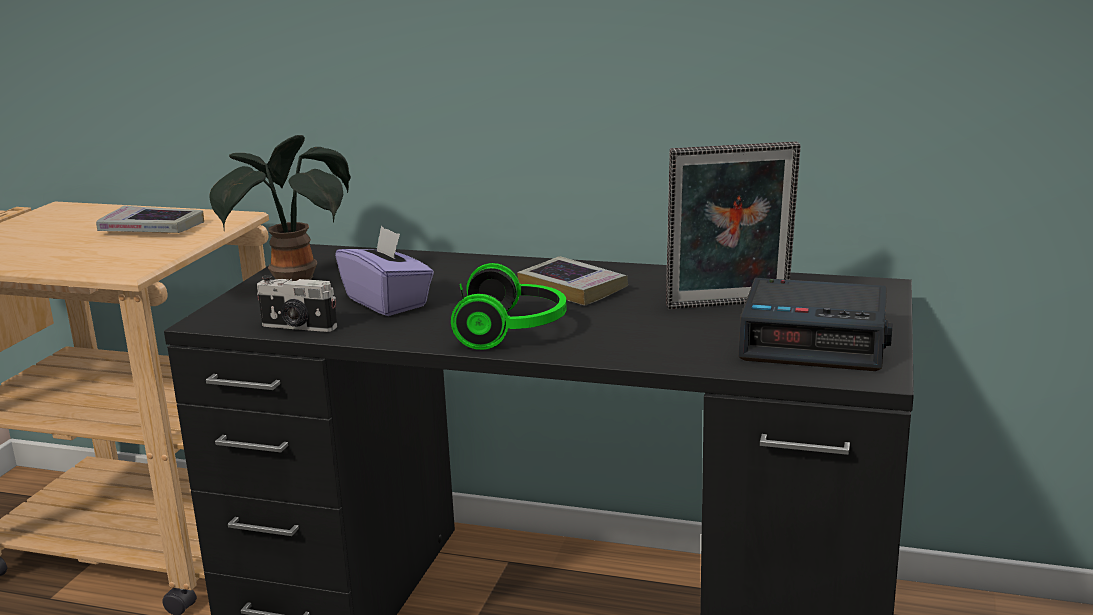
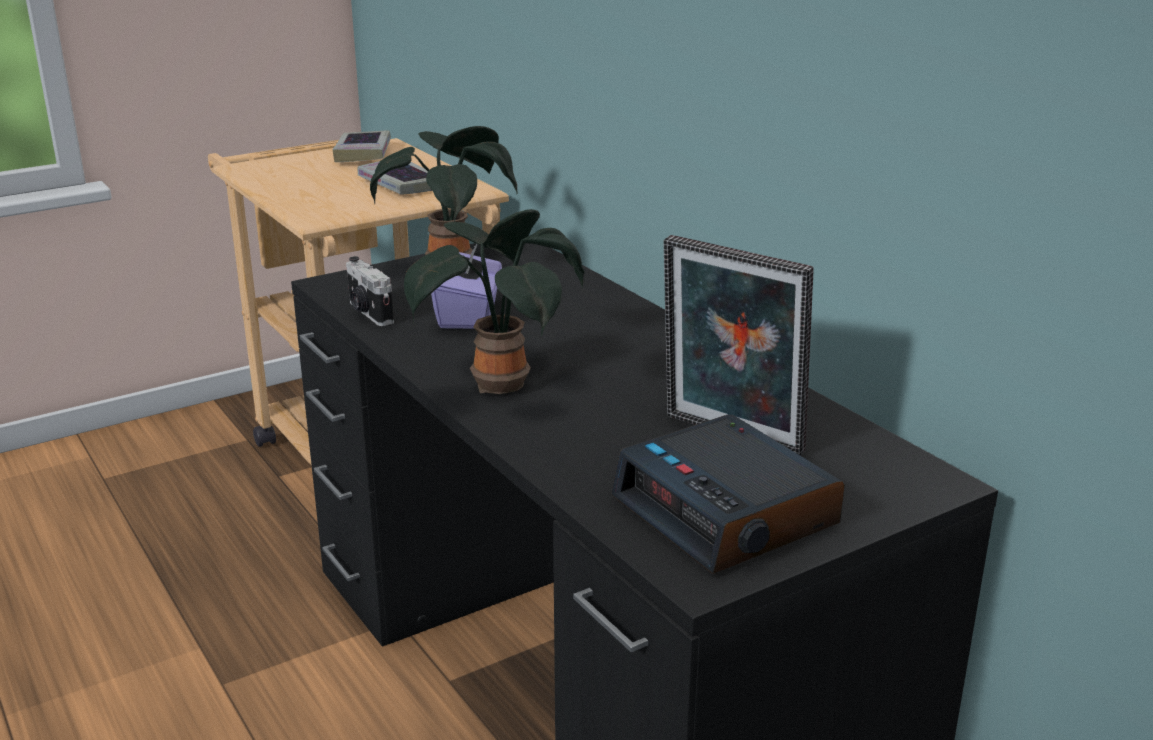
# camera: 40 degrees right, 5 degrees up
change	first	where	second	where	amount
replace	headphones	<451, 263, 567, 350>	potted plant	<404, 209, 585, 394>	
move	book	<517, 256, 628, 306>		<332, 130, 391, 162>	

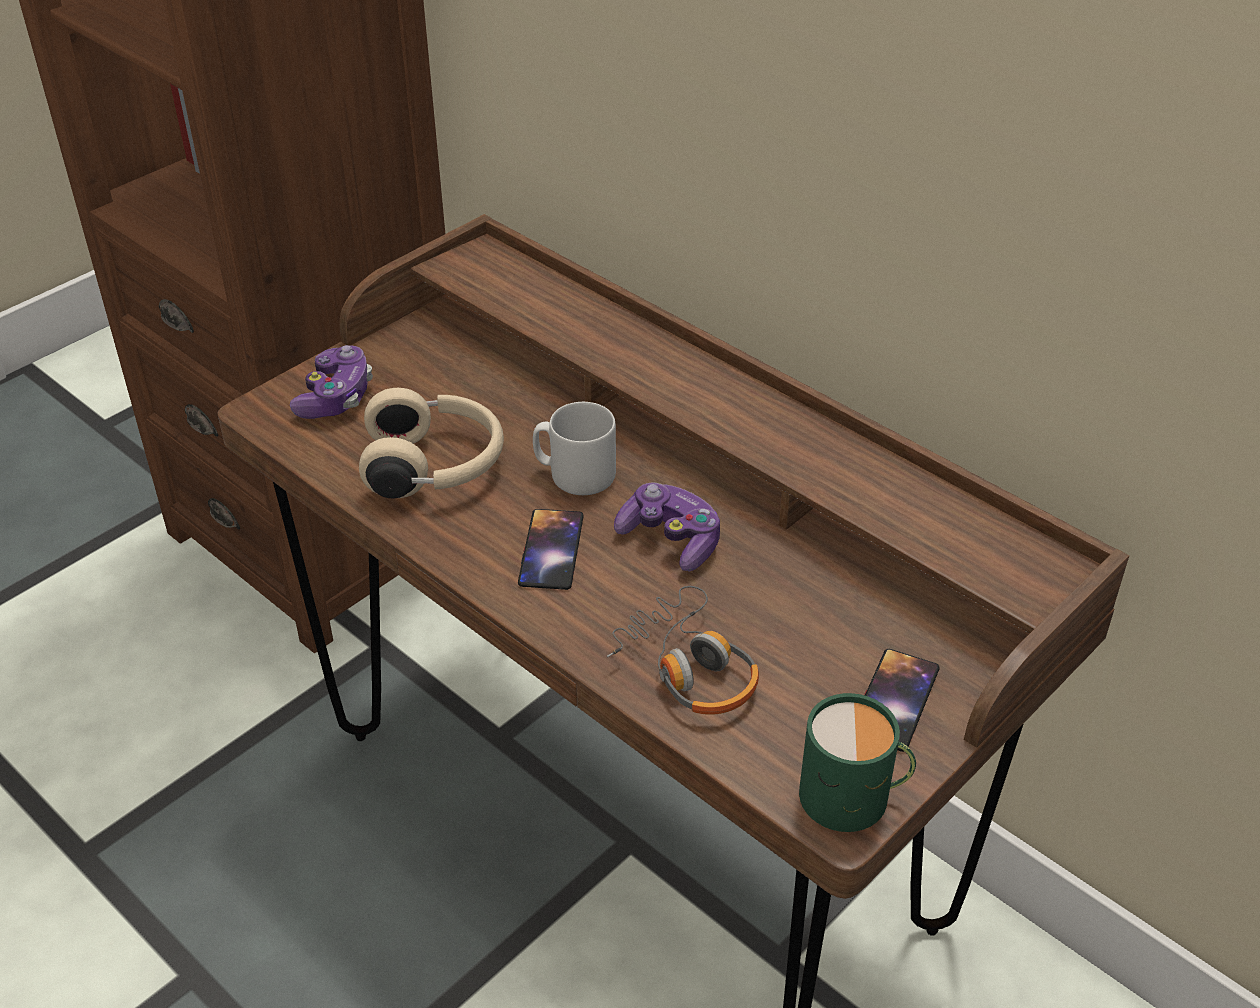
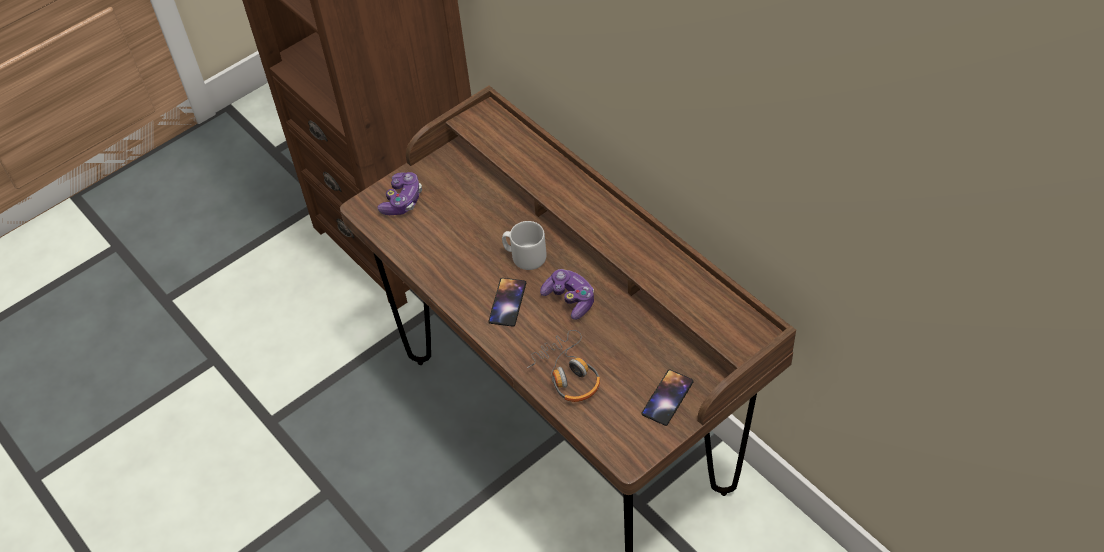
# camera: 10 degrees right, 10 degrees up
change	first	where	second	where	amount
delete	beige headphones	<359, 388, 504, 499>			
delete	green mug	<799, 693, 916, 832>			

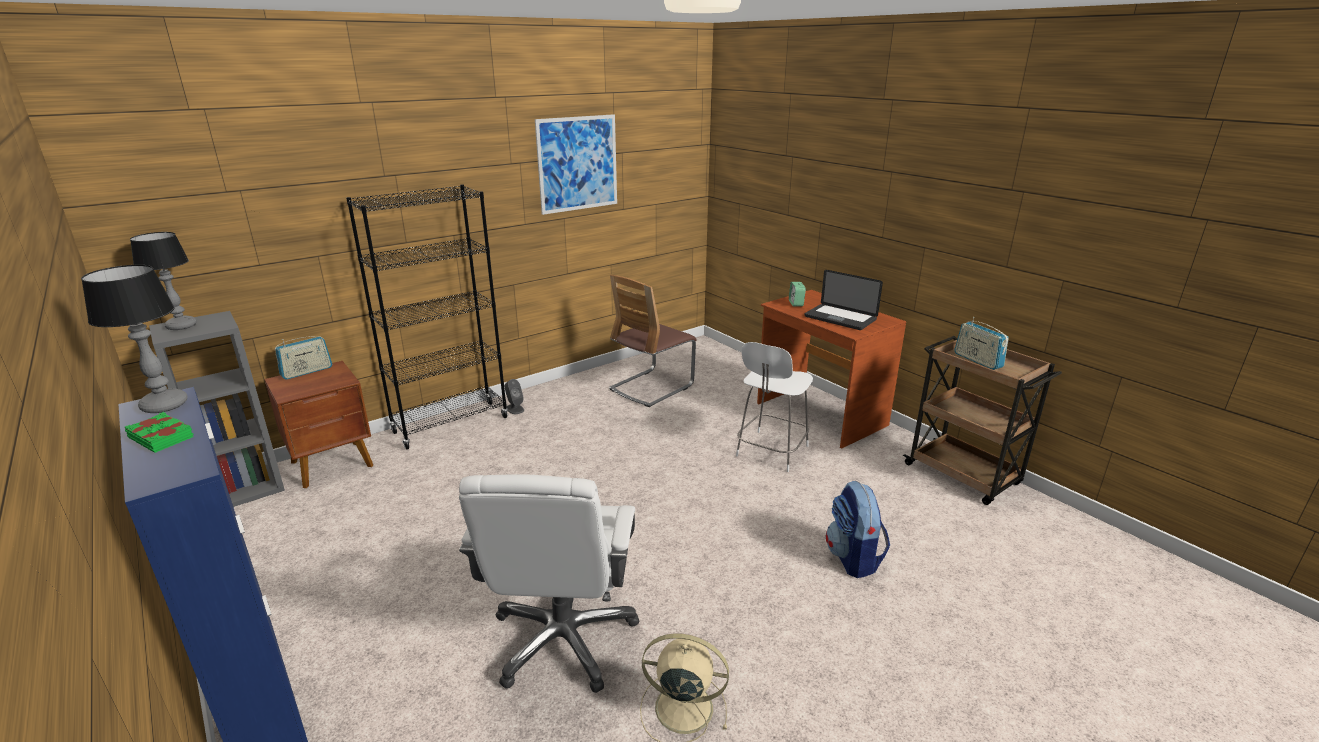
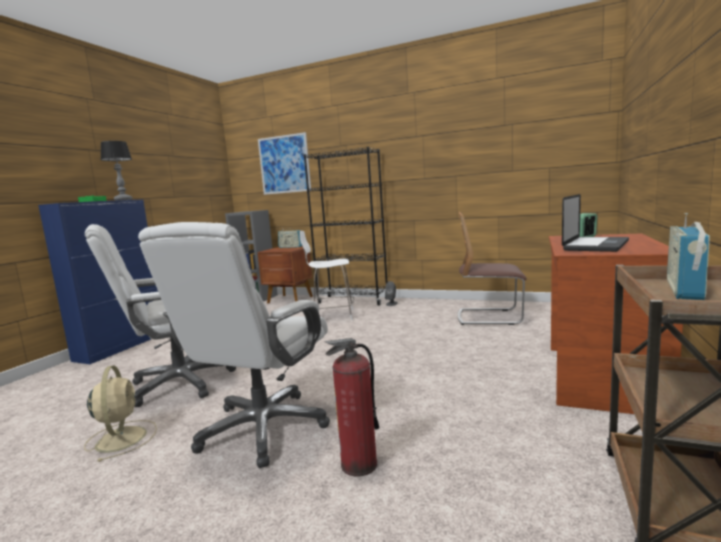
# camera: 60 degrees right, 15 degrees down
change	first	where	second	where	amount
delete	table lamp	<130, 232, 197, 330>			
move	picture	<535, 114, 617, 215>		<258, 132, 311, 195>	
move	white stool	<736, 342, 813, 472>		<300, 231, 354, 320>	
rotate	laptop	<804, 270, 883, 330>		<562, 194, 629, 252>	150 degrees counterclockwise
replace	backpack	<826, 481, 890, 578>	fire extinguisher	<324, 338, 379, 477>	
insert			white office chair	<138, 222, 330, 468>	

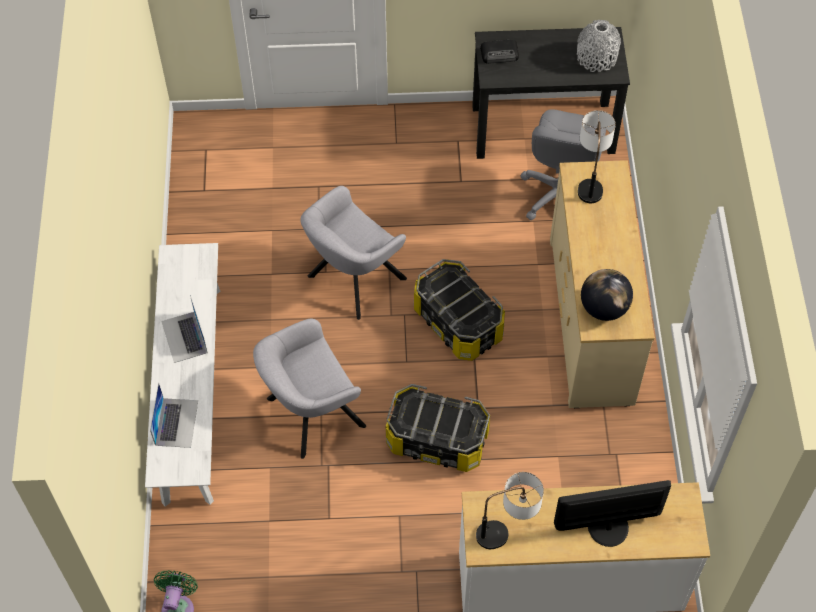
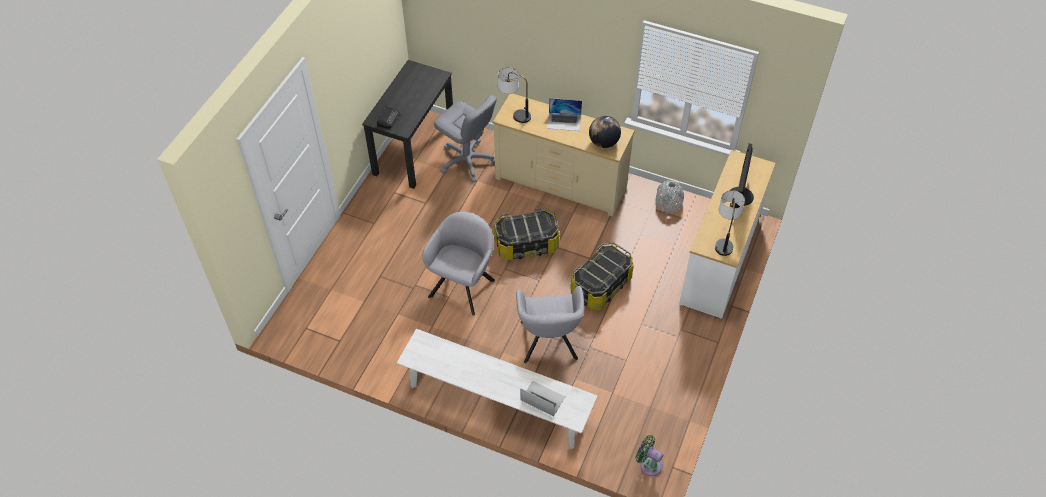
# camera: 65 degrees left, 5 degrees down
change	first	where	second	where	amount
move	laptop	<161, 295, 208, 363>		<547, 98, 582, 131>	
rotate	grey armchair	<300, 186, 407, 320>		<422, 212, 495, 316>	135 degrees counterclockwise
move	grey vase	<577, 20, 621, 72>		<656, 180, 684, 214>	

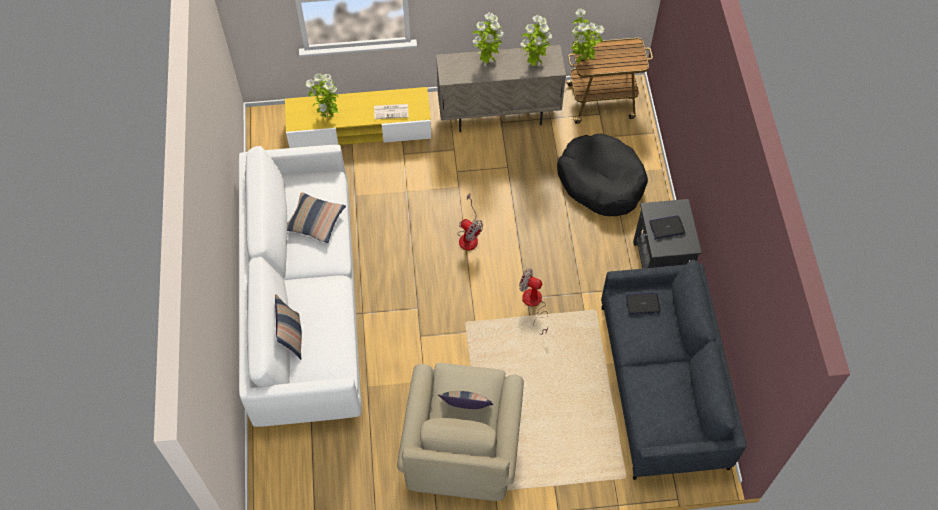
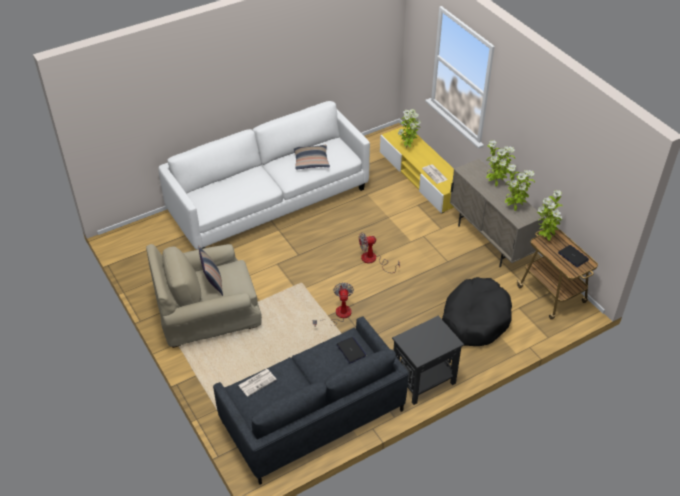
# camera: 65 degrees right, 15 degrees down
change	first	where	second	where	amount
delete	pillow	<275, 295, 302, 360>			
rotate	fan	<457, 194, 483, 250>		<359, 233, 400, 273>	60 degrees clockwise
move	laptop	<649, 215, 685, 239>		<558, 245, 589, 267>	
insert			newspaper	<238, 369, 277, 397>	

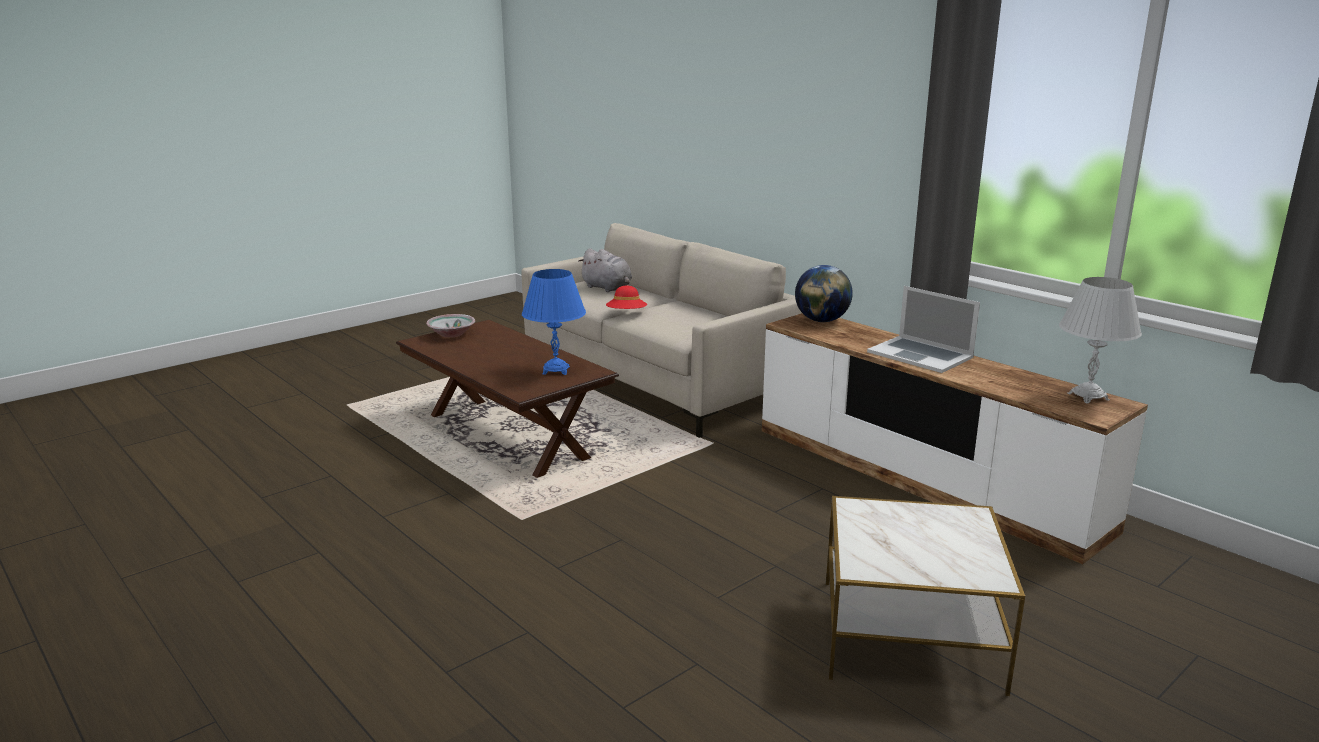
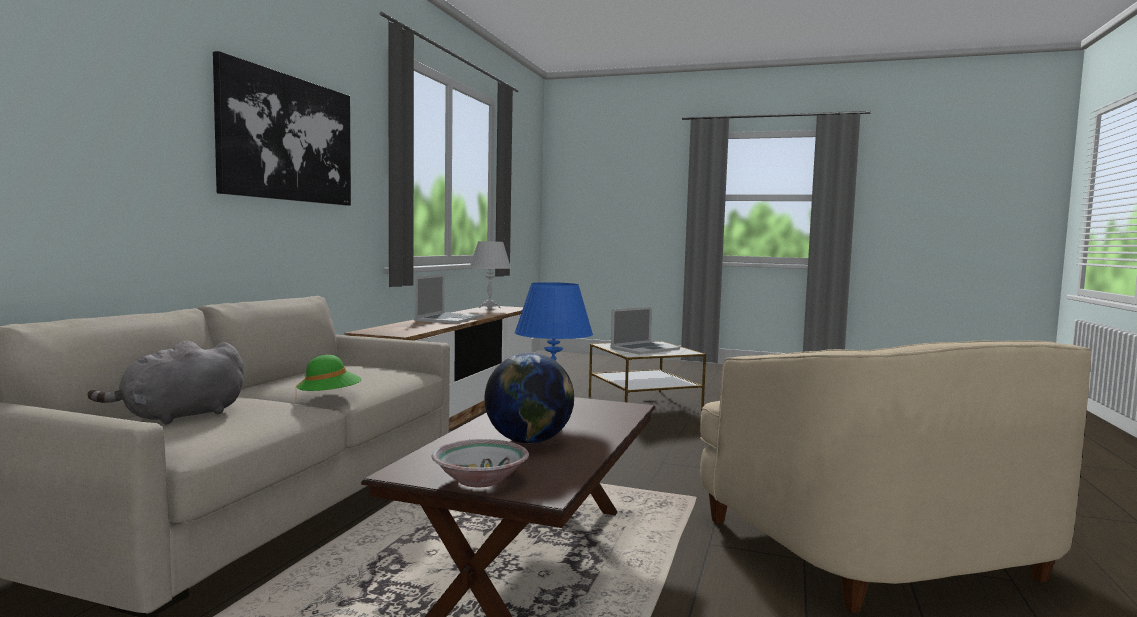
# camera: 120 degrees left, 15 degrees down
change	first	where	second	where	amount
rotate	grey plush toy	<578, 248, 632, 292>		<88, 341, 244, 424>	150 degrees counterclockwise
recolor	red hat	<606, 285, 647, 309>	green hat	<296, 355, 362, 391>	
move	globe	<795, 265, 853, 322>		<485, 353, 574, 444>	
insert			picture	<213, 51, 351, 206>	
insert			laptop	<611, 307, 680, 354>	
insert			beige armchair	<700, 341, 1091, 613>	

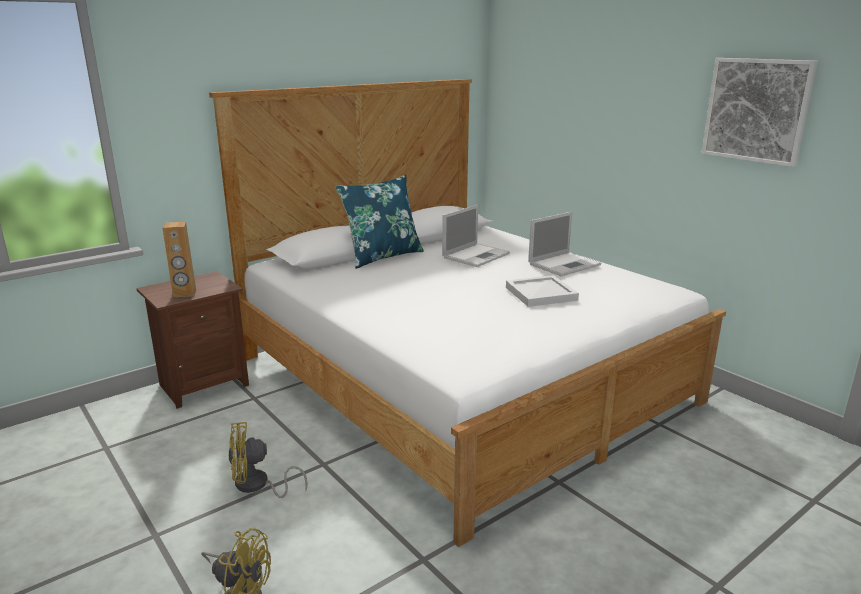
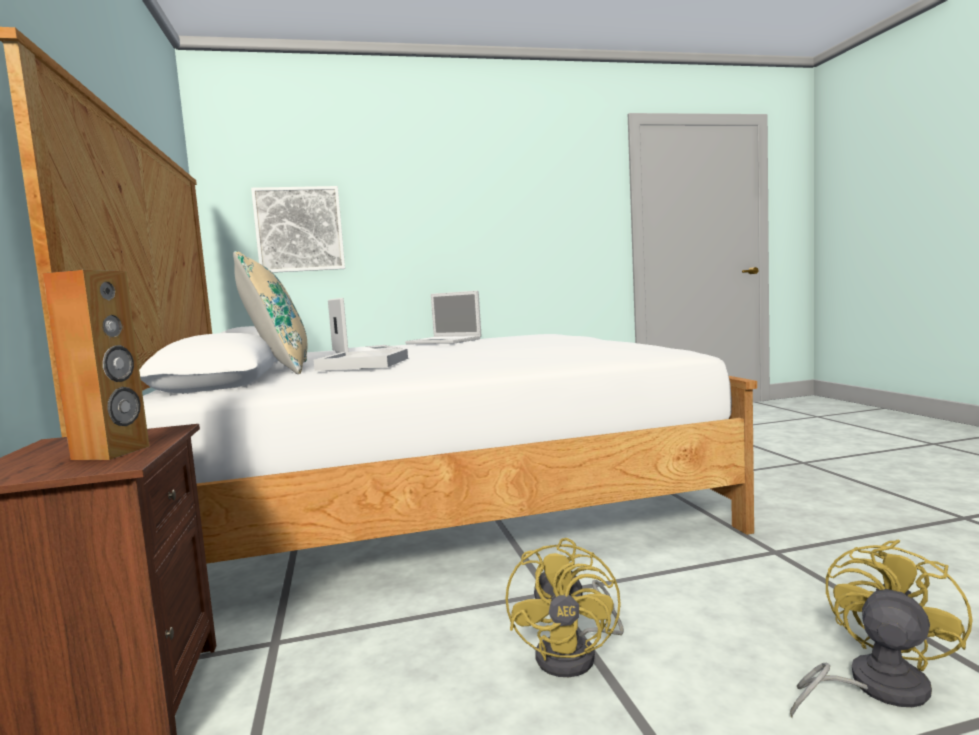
# camera: 65 degrees left, 15 degrees down
change	first	where	second	where	amount
recolor	blue pillow	<336, 175, 424, 269>	beige pillow	<233, 251, 307, 374>	
move	white tray	<506, 275, 579, 307>		<314, 349, 408, 371>	
rotate	laptop	<528, 212, 601, 276>		<405, 291, 482, 344>	135 degrees clockwise
move	picture	<701, 58, 818, 167>		<251, 186, 345, 273>	

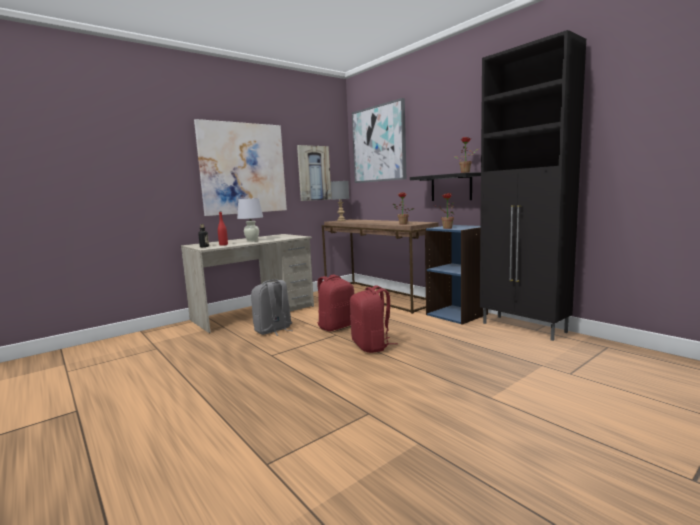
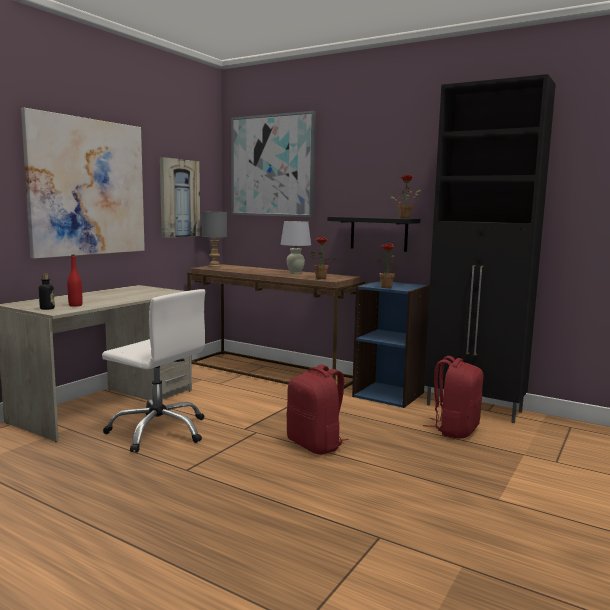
# camera: 20 degrees left, 0 degrees up
change	first	where	second	where	amount
move	white table lamp	<237, 198, 263, 242>		<280, 221, 311, 274>	
replace	grey backpack	<251, 279, 293, 336>	white office chair	<102, 289, 205, 453>	
move	red backpack	<317, 274, 354, 331>		<423, 356, 483, 439>	

